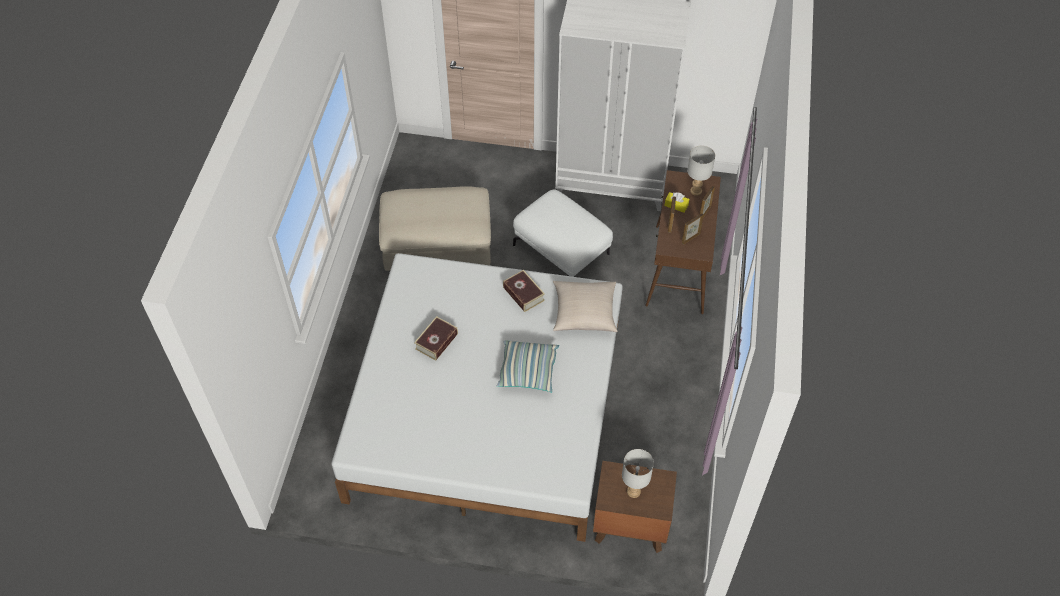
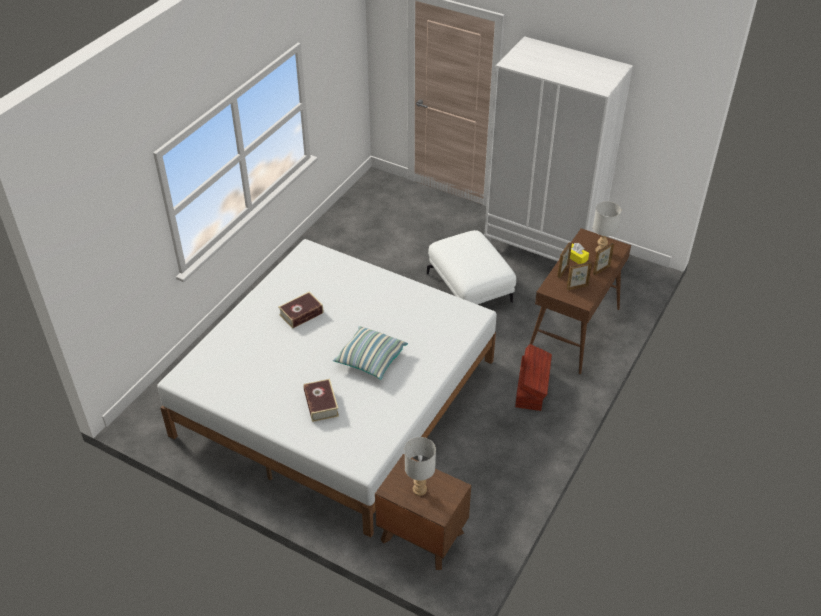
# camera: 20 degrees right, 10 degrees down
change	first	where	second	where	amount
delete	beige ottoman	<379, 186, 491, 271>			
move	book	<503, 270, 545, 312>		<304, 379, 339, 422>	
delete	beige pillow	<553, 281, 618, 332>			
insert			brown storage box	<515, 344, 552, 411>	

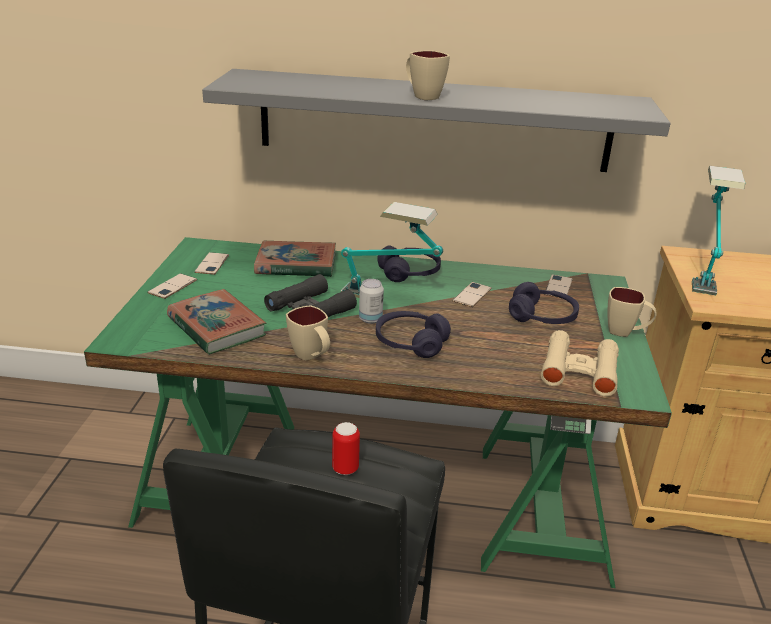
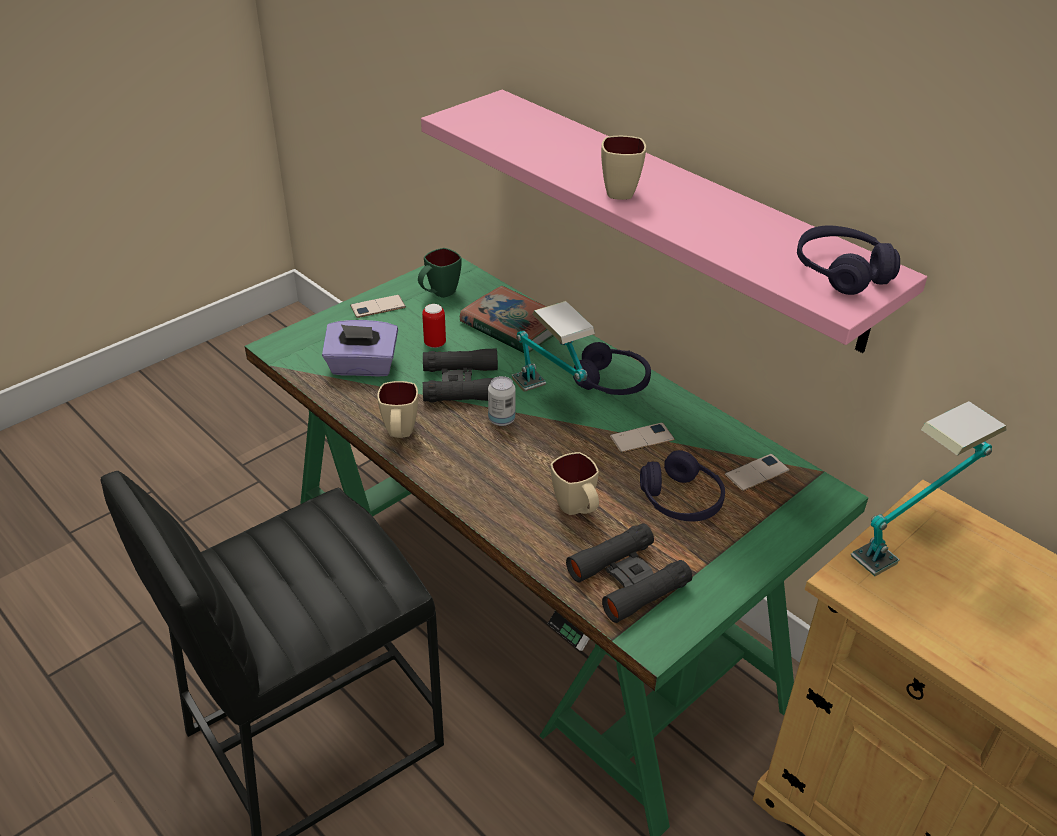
# camera: 40 degrees right, 10 degrees up
change	first	where	second	where	amount
replace	book	<167, 289, 266, 355>	purple tissue box	<322, 320, 398, 376>	
replace	phone	<194, 252, 229, 275>	green mug	<418, 248, 462, 298>	
recolor	grey shelf	<202, 69, 671, 172>	pink shelf	<421, 90, 927, 353>	
move	can	<332, 422, 360, 475>		<422, 304, 446, 348>	
move	purple headphones	<376, 311, 451, 358>		<797, 226, 900, 295>	
recolor	beige binoculars	<541, 330, 619, 397>	black binoculars	<566, 523, 692, 623>	
move	beige mug	<608, 287, 657, 337>		<551, 452, 599, 515>	

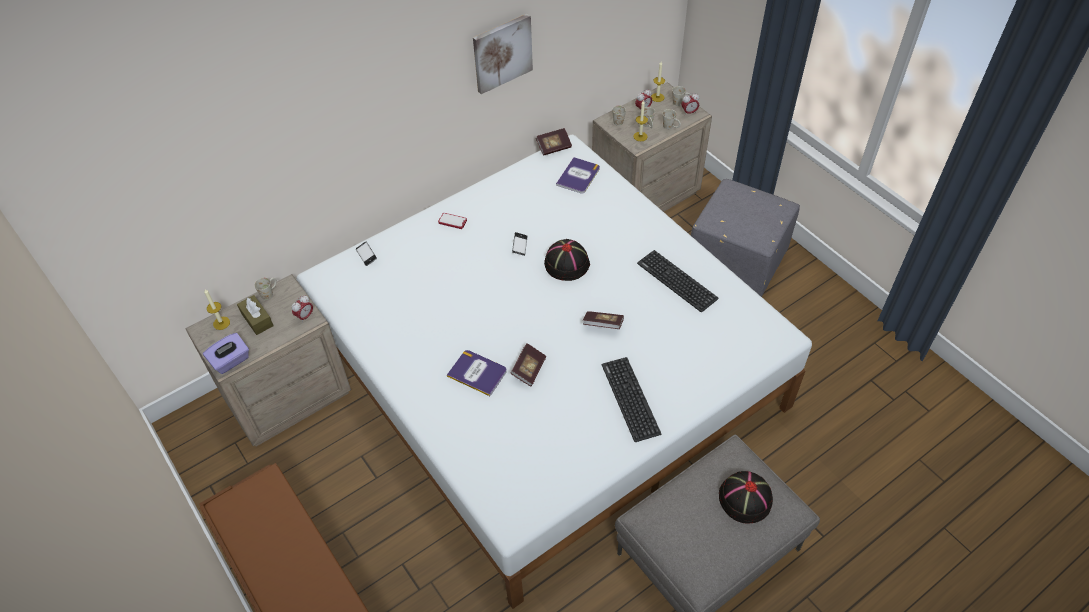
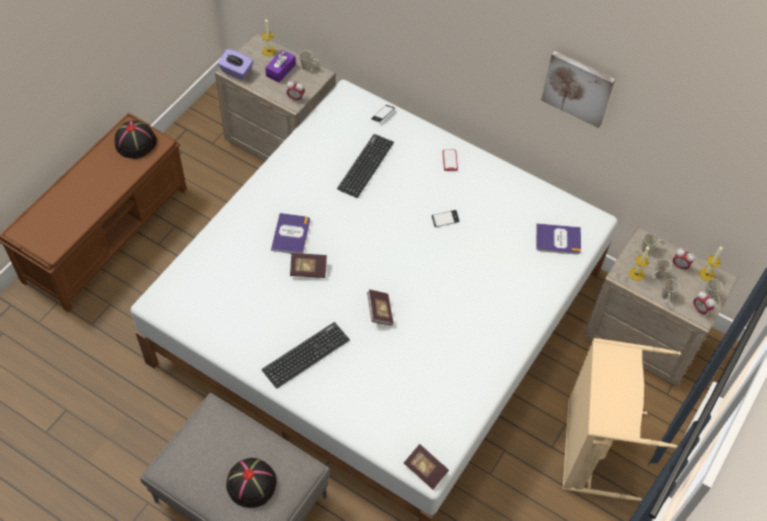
# camera: 65 degrees right, 5 degrees up
change	first	where	second	where	amount
recolor	brown tissue box	<237, 295, 274, 335>	purple tissue box	<265, 50, 296, 83>	
move	book	<536, 128, 572, 156>		<404, 444, 449, 490>	
move	black hat	<544, 239, 590, 281>		<115, 120, 157, 159>	
move	keyboard	<637, 250, 718, 312>		<337, 134, 394, 198>	
replace	grey ottoman	<691, 179, 800, 297>	beige laundry basket	<562, 338, 681, 501>	

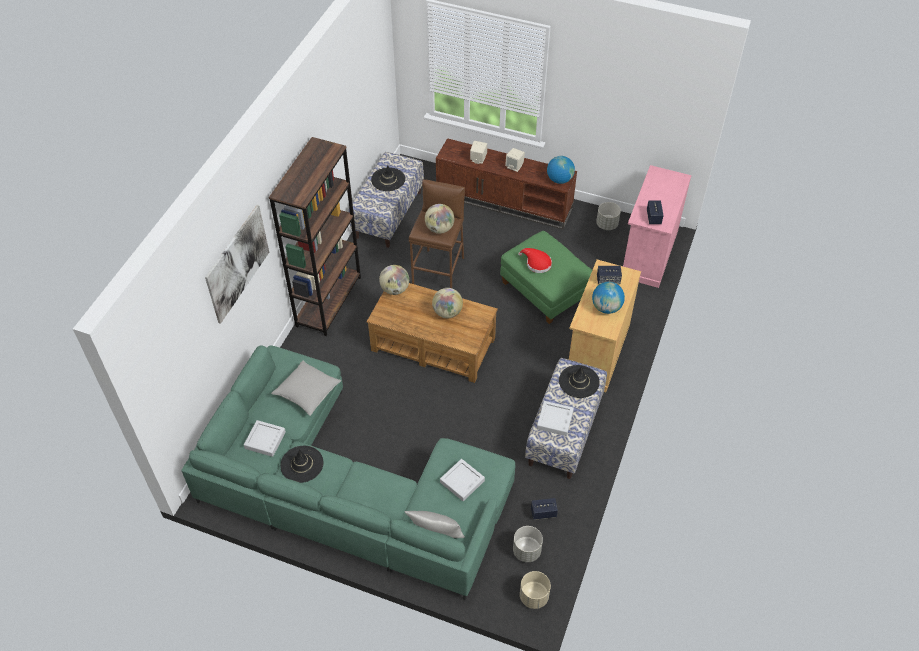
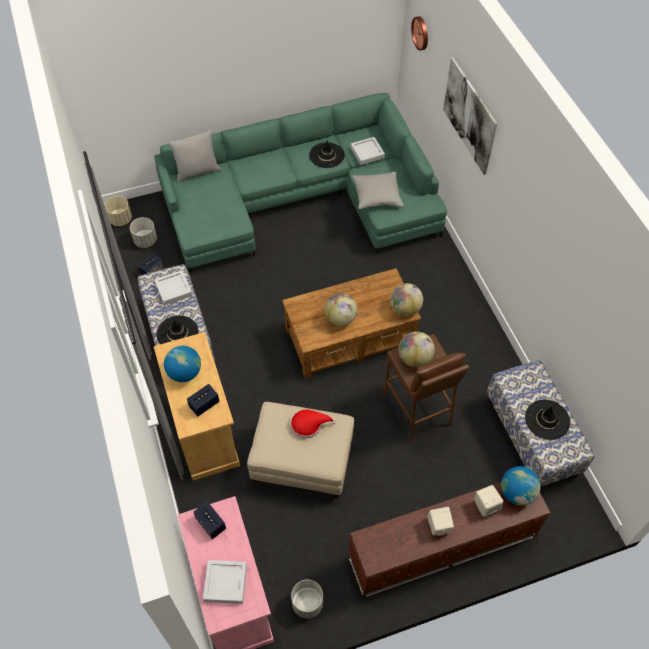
# camera: 140 degrees right, 5 degrees up
change	first	where	second	where	amount
delete	brown bookcase	<269, 137, 361, 336>			
move	grey tray	<440, 459, 485, 501>		<203, 560, 247, 604>	
recolor	green ottoman	<500, 231, 592, 324>	beige ottoman	<247, 402, 354, 498>	
move	globe	<547, 156, 575, 184>		<501, 466, 541, 505>	
insert			wall clock	<411, 16, 428, 51>	

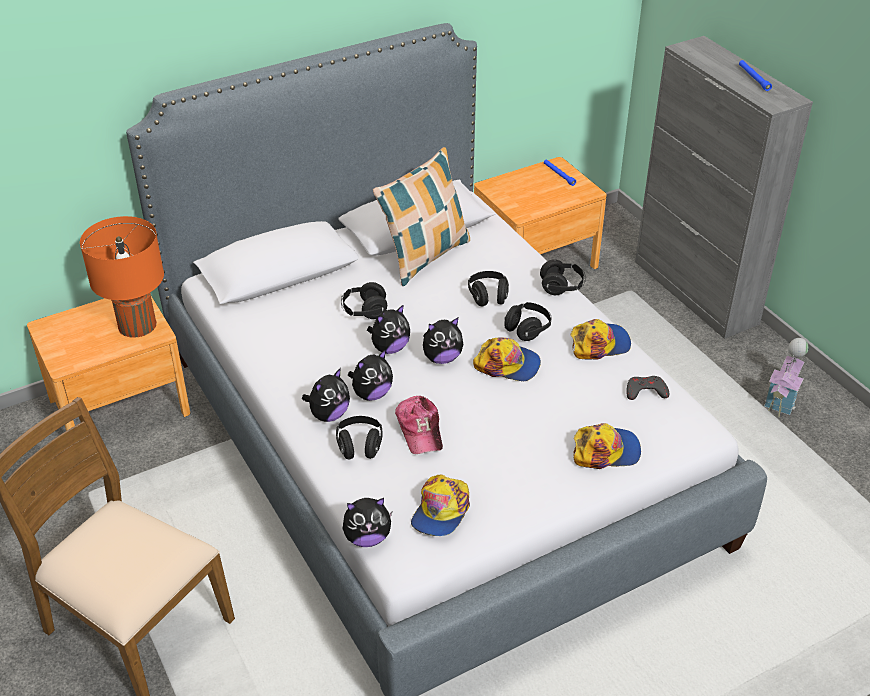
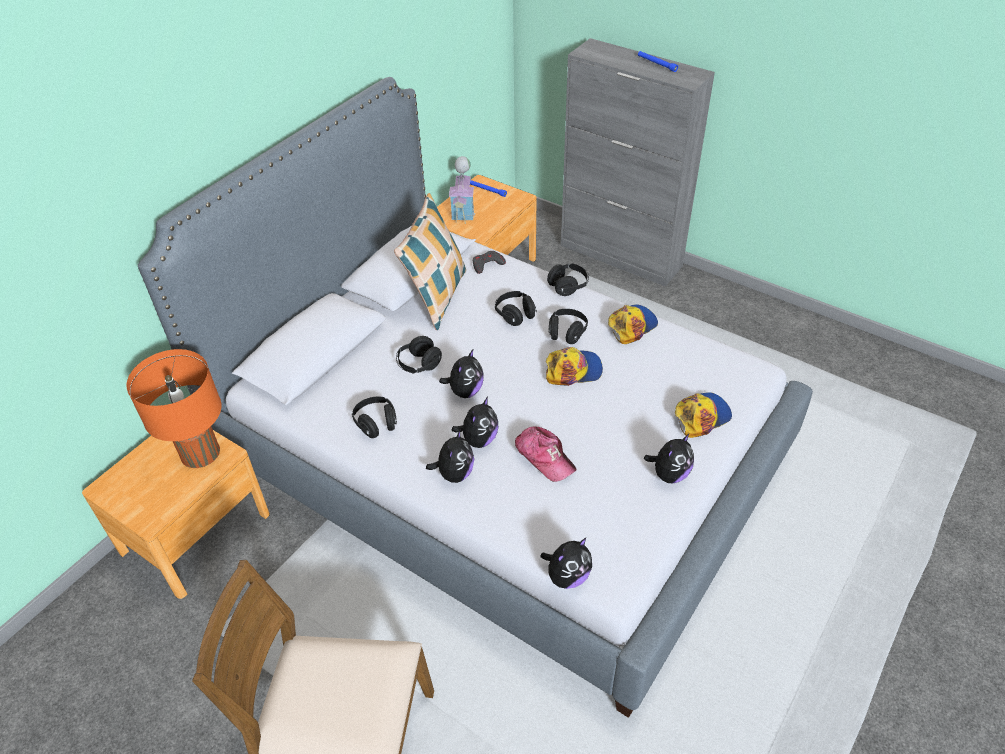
# camera: 25 degrees left, 5 degrees up
change	first	where	second	where	amount
move	black headphones	<336, 416, 383, 460>		<352, 396, 397, 438>	
delete	cap	<411, 475, 470, 536>			
move	plush toy	<423, 318, 464, 364>		<644, 433, 694, 483>	
move	grey game controller	<626, 376, 669, 400>		<473, 251, 506, 274>	
move	toy house	<764, 338, 809, 417>		<449, 156, 475, 224>	

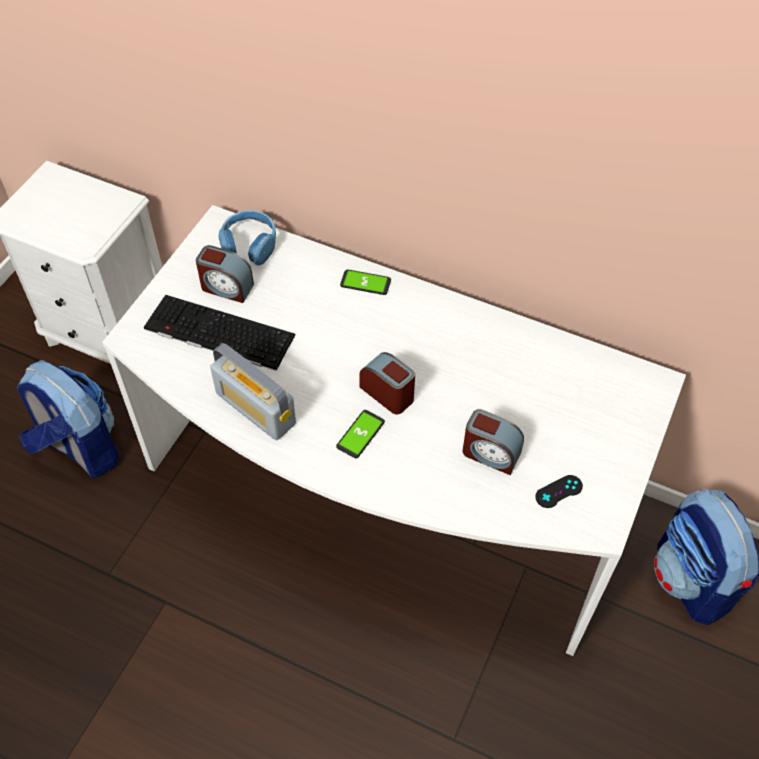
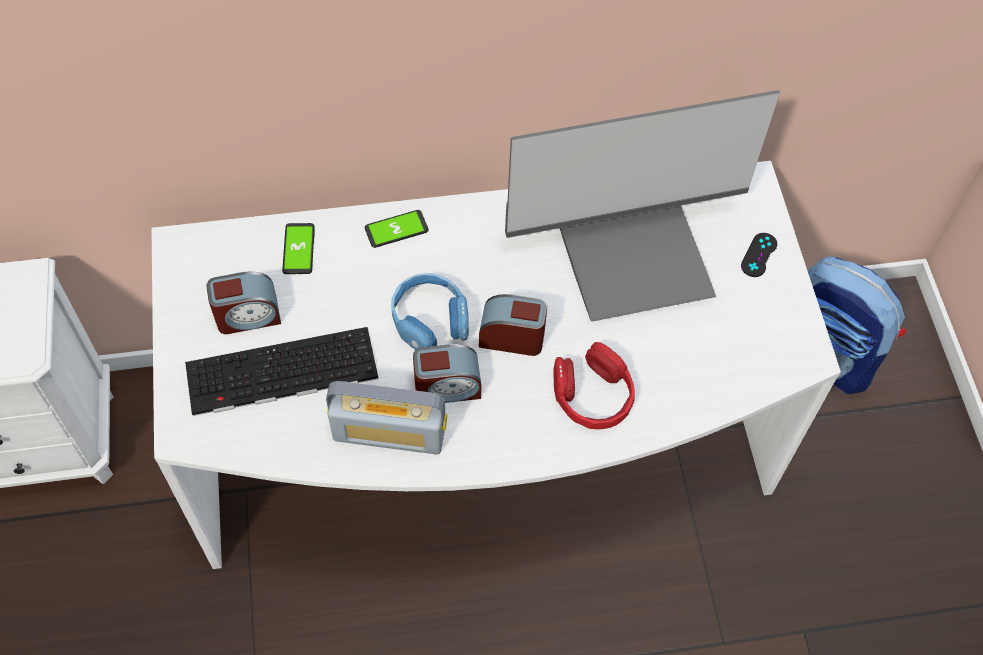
# camera: 35 degrees left, 5 degrees up
change	first	where	second	where	amount
delete	backpack	<17, 360, 119, 478>			
move	blue headphones	<218, 210, 276, 266>		<391, 273, 469, 350>	
move	phone	<336, 410, 385, 458>		<282, 223, 315, 274>	
move	alarm clock	<463, 409, 524, 475>		<413, 344, 481, 403>	
move	black game controller	<535, 475, 583, 508>		<741, 233, 777, 277>	
insert			monitor	<505, 90, 780, 322>	
insert			red headphones	<553, 342, 635, 429>	

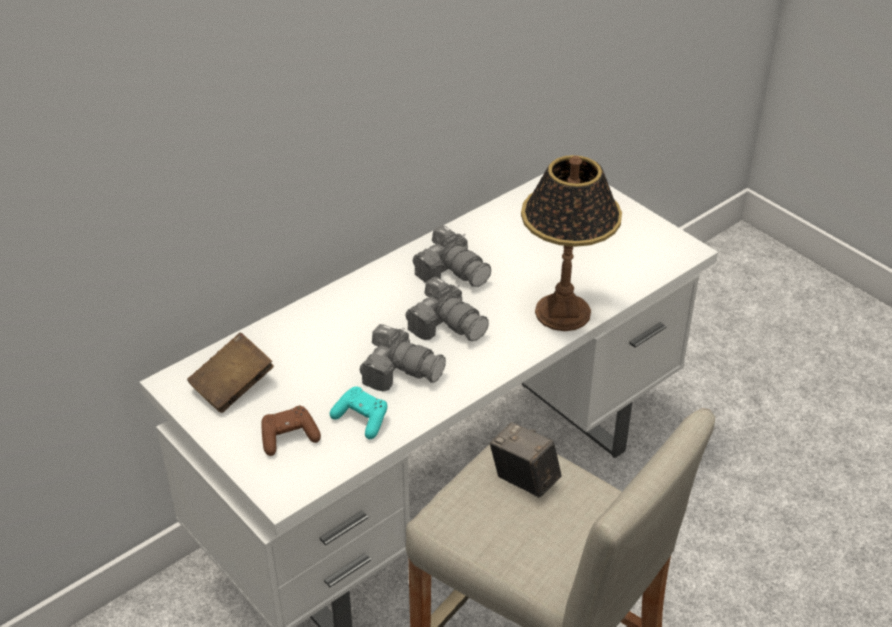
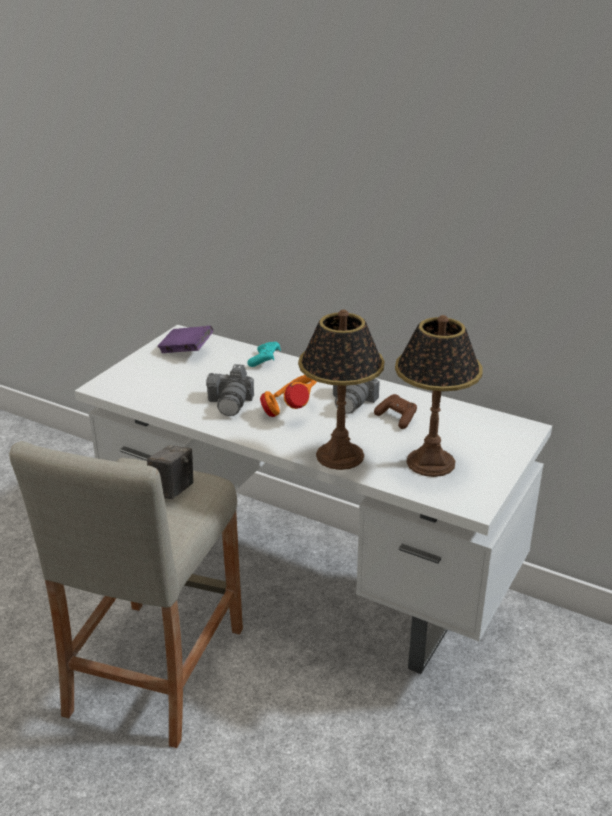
# camera: 70 degrees right, 10 degrees down
change	first	where	second	where	amount
recolor	brown book	<187, 333, 274, 413>	purple book	<157, 326, 213, 353>	
move	brown game controller	<261, 406, 321, 456>		<374, 394, 417, 429>	
move	turquoise game controller	<330, 386, 387, 439>		<247, 342, 281, 367>	
replace	photo camera	<405, 277, 489, 341>	orange headphones	<260, 375, 317, 417>	
insert			table lamp	<395, 315, 482, 477>	

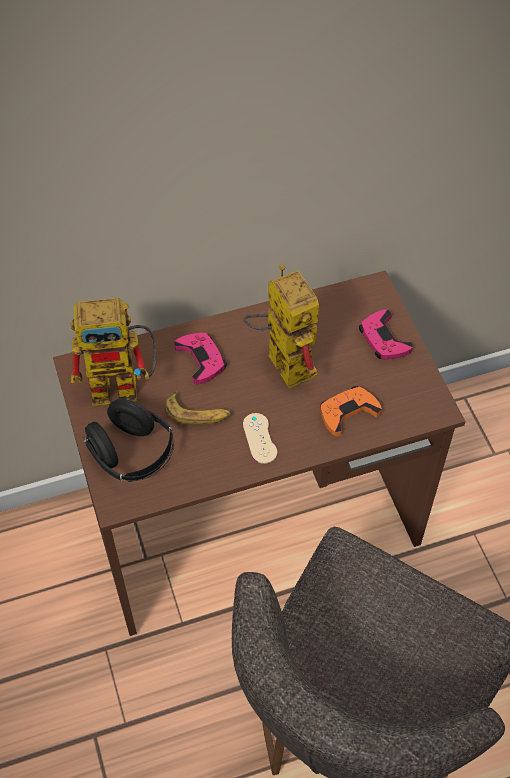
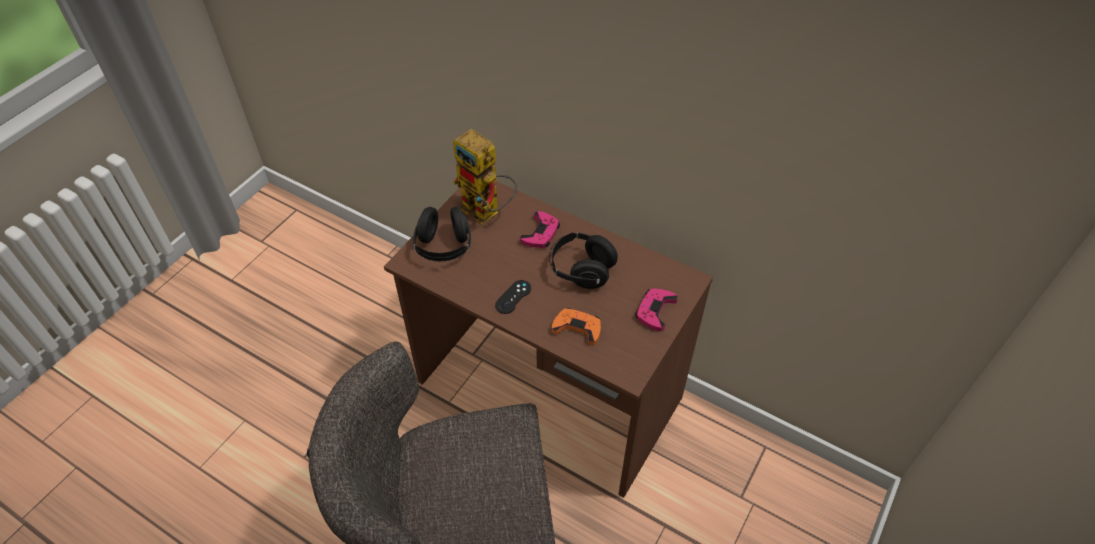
# camera: 50 degrees right, 5 degrees down
change	first	where	second	where	amount
delete	banana	<165, 392, 231, 425>			
replace	toy robot	<243, 264, 319, 388>	black headphones	<549, 232, 618, 289>	
recolor	beige game controller	<243, 413, 277, 464>	black game controller	<495, 280, 531, 314>	

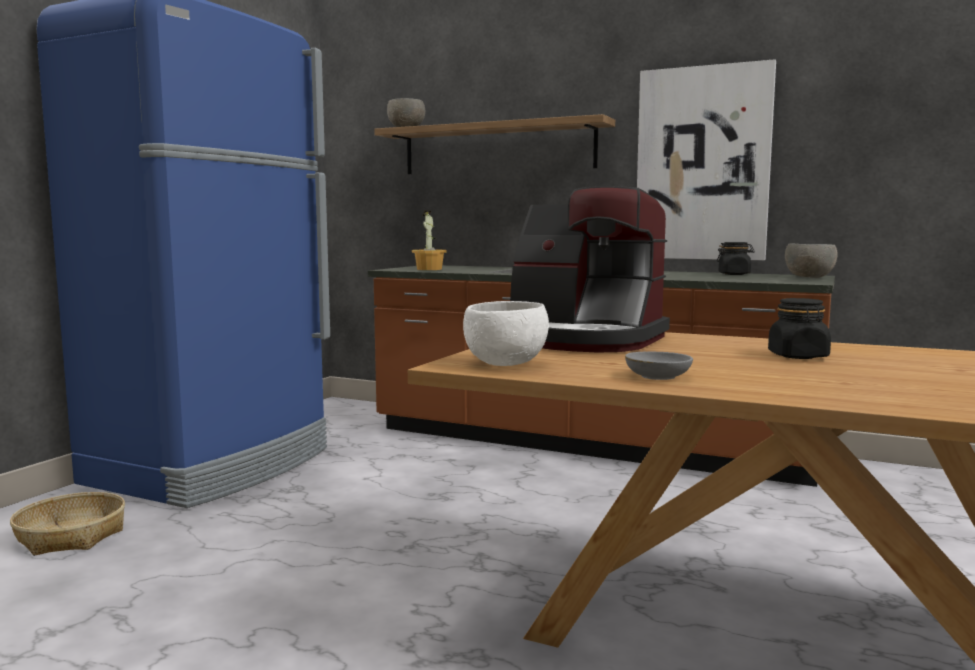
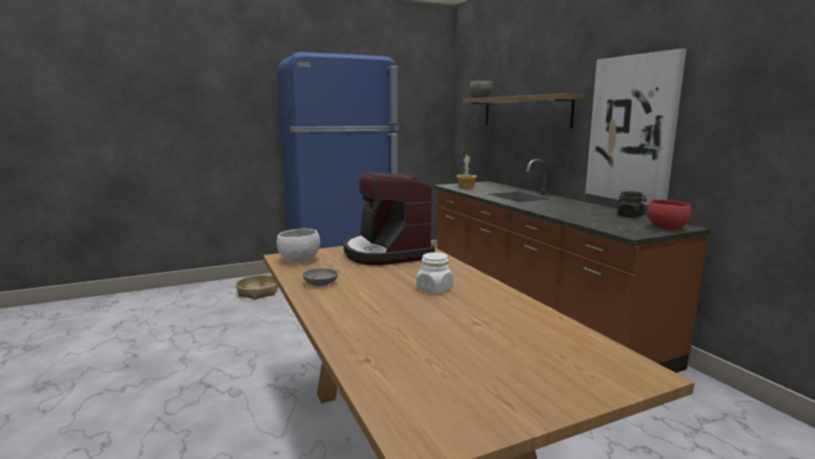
# camera: 40 degrees right, 5 degrees up
change	first	where	second	where	amount
recolor	black jar	<768, 298, 831, 359>	white jar	<416, 252, 453, 294>	
recolor	grey bowl	<785, 243, 838, 278>	red bowl	<647, 200, 691, 230>	

